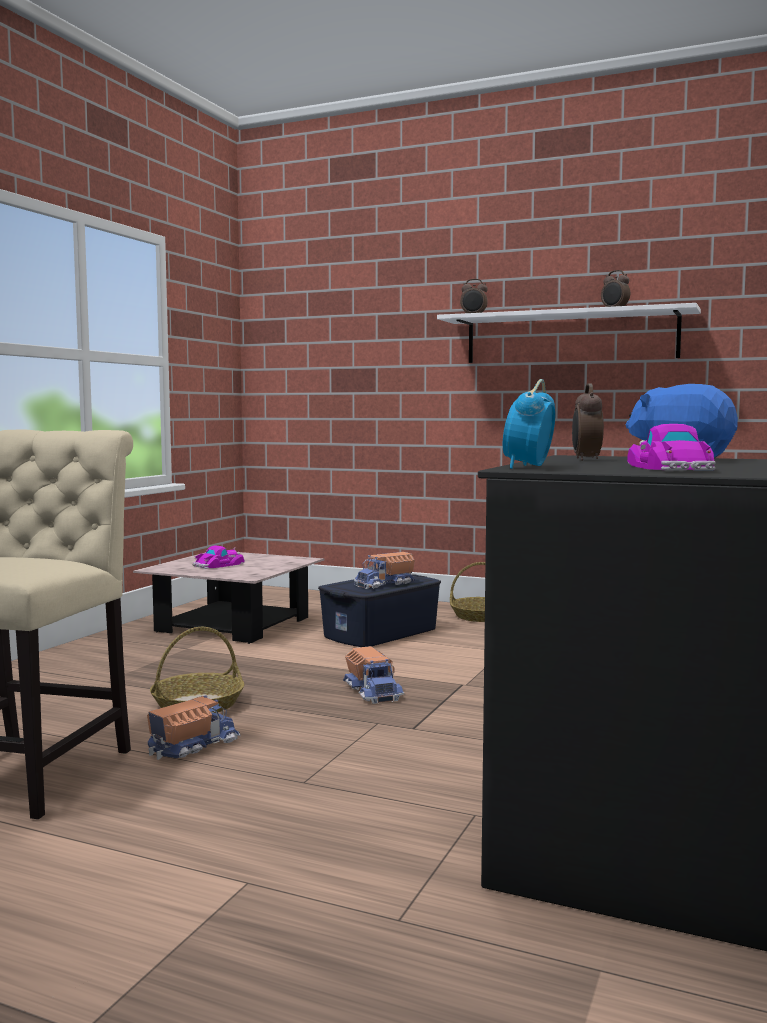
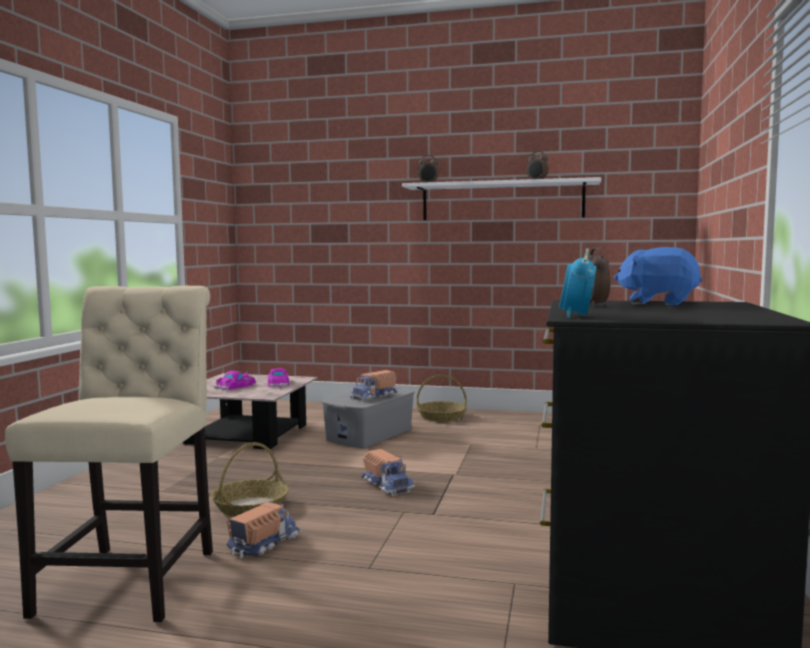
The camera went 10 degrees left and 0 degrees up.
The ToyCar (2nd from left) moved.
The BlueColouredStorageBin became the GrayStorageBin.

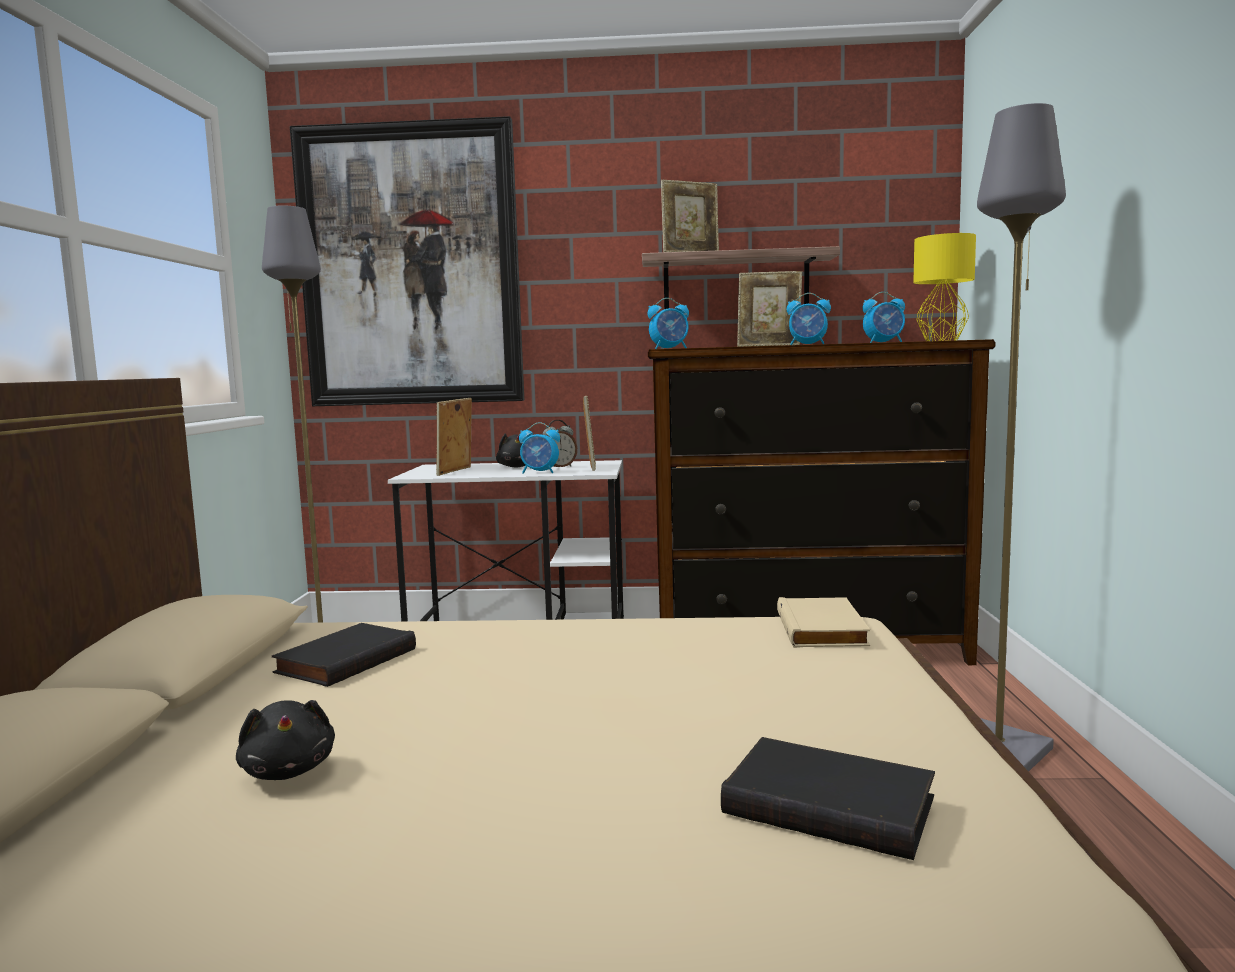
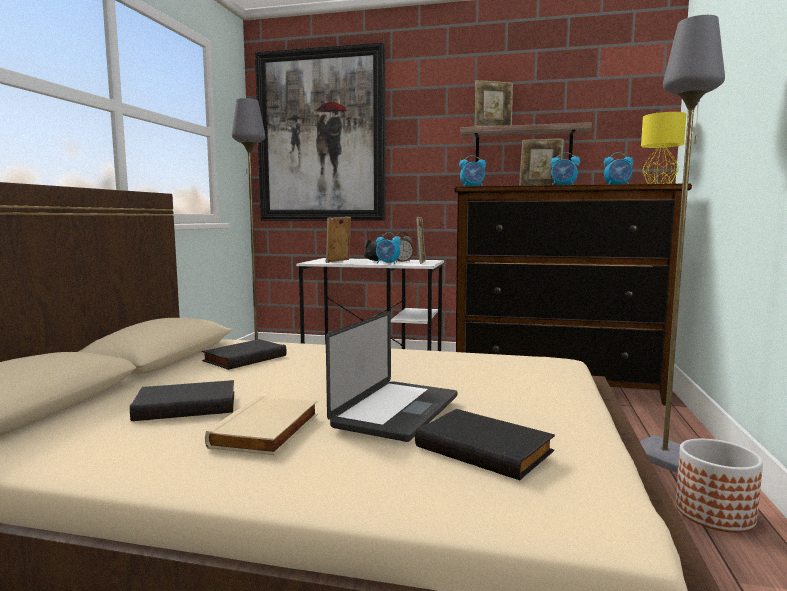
The camera went 10 degrees right and 0 degrees up.
The BlackishPlushToy (1st from left) was replaced by the BlackishBoundBook (1st from left).
The BeigeColouredBoundBook moved.
The Laptop appeared.
The Planter appeared.

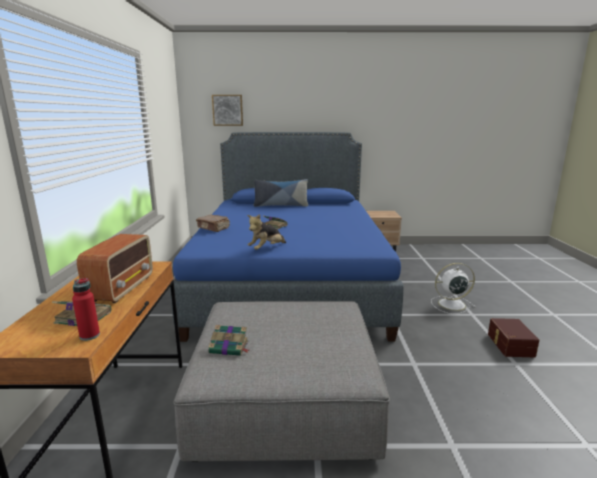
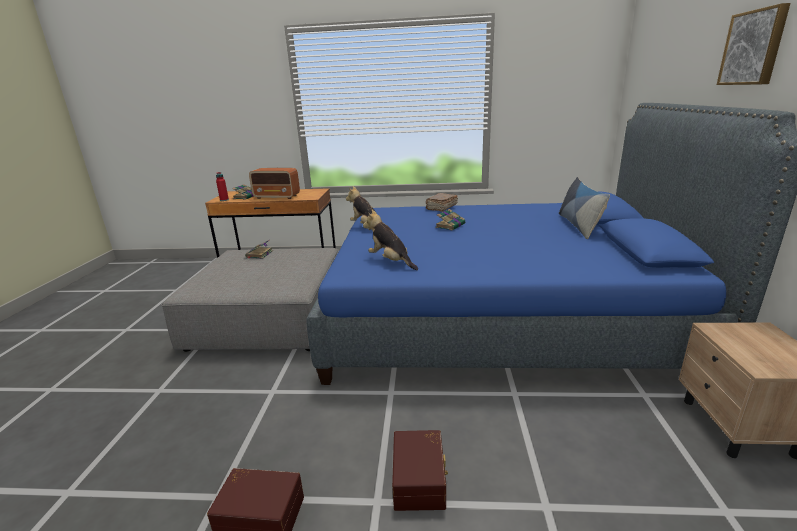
The camera went 95 degrees right and 5 degrees up.
The PlushToy (2nd from left) appeared.
The WhiteFan was replaced by the BrownishStorageBin (2nd from left).
The WallArt moved.

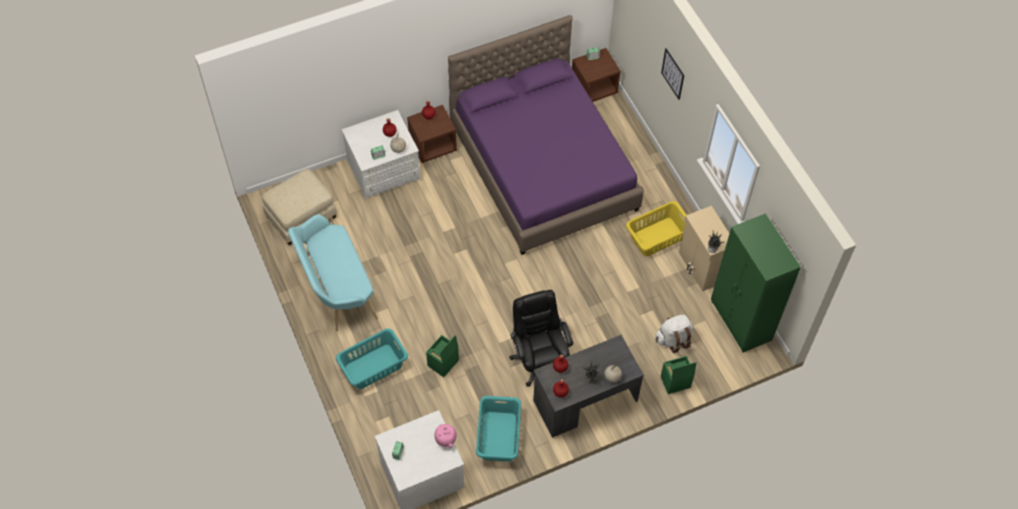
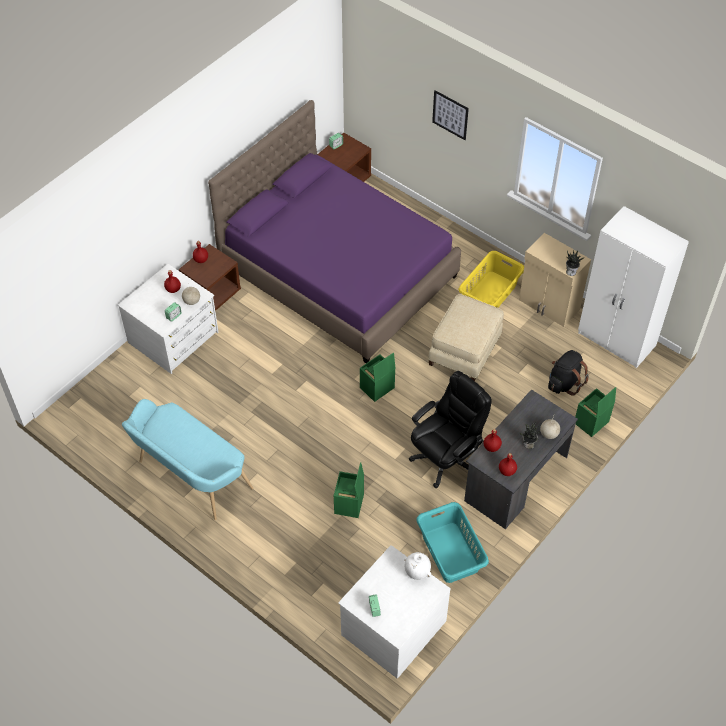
The camera went 25 degrees left and 5 degrees down.
The GreenColouredStorageBin (2nd from left) appeared.
The PinkishFlowerVase became the WhiteFlowerVase.
The BlackishDeskChair turned 90 degrees clockwise.
The BeigeColouredFootrest moved.
The WhiteRucksack became the BlackishRucksack.
The GreenColouredWardrobe became the WhiteWardrobe.
The TurquoiseColouredLaundryBasket (1st from left) disappeared.

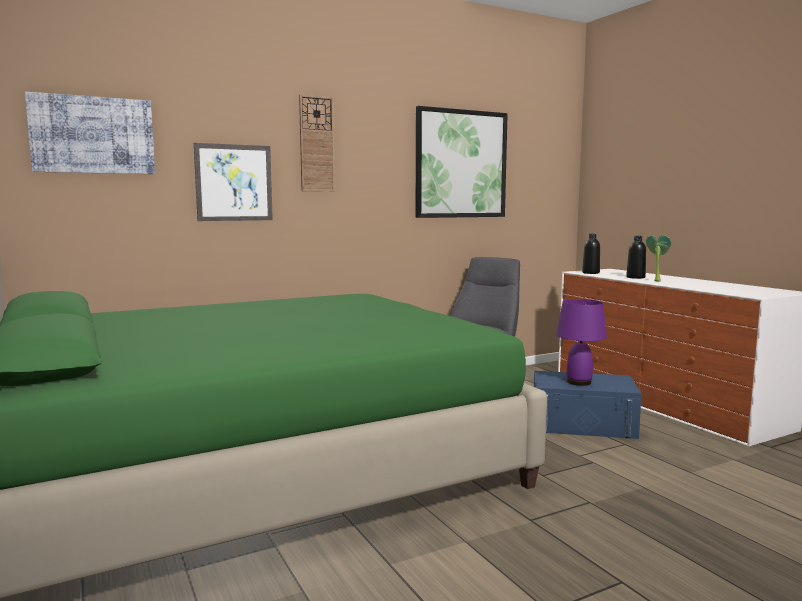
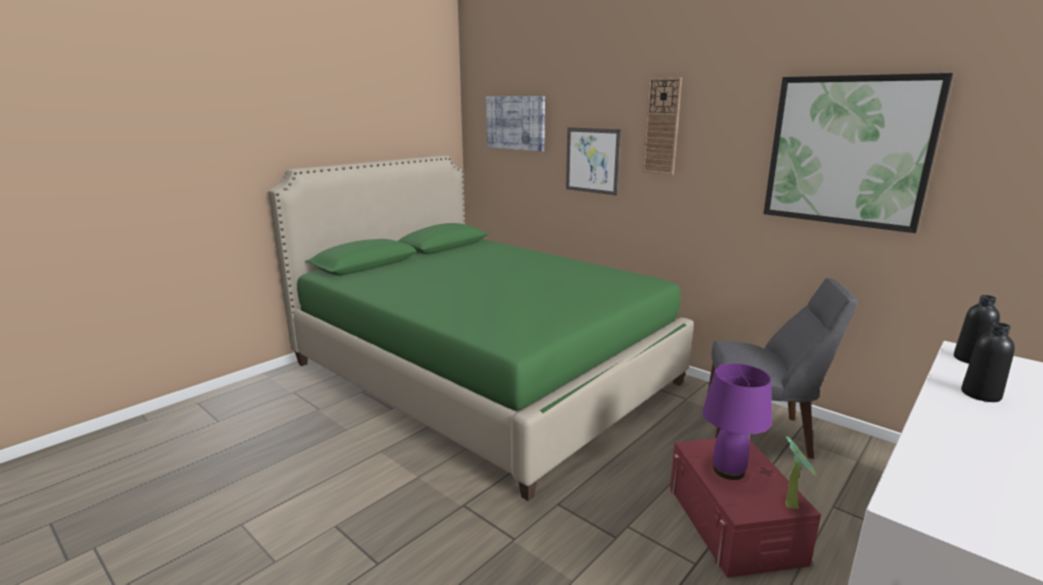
The camera went 70 degrees right and 10 degrees up.
The BlueColouredStorageBin became the RedStorageBin.
The PottedPlant moved.

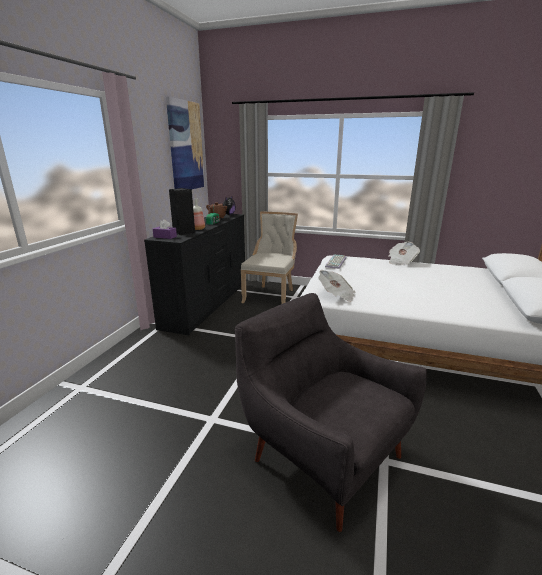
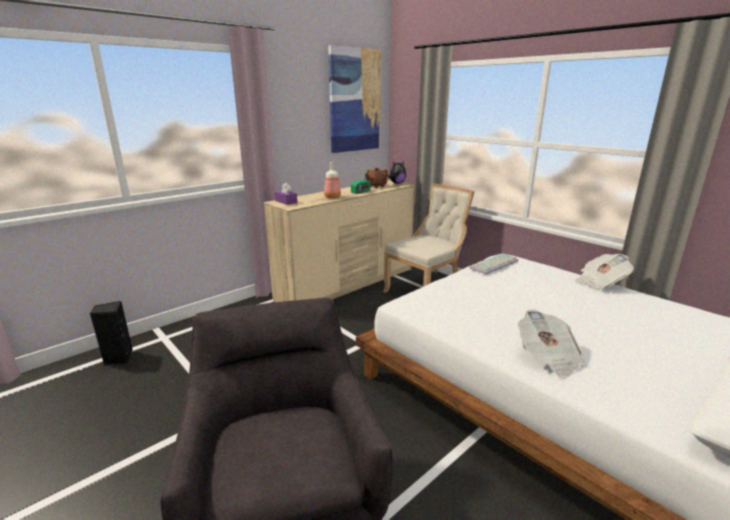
The camera went 30 degrees right and 0 degrees up.
The BlackishLoudspeaker moved.
The BlackishDrawerChest became the BeigeColouredDrawerChest.
The Newspaper (1st from left) moved.

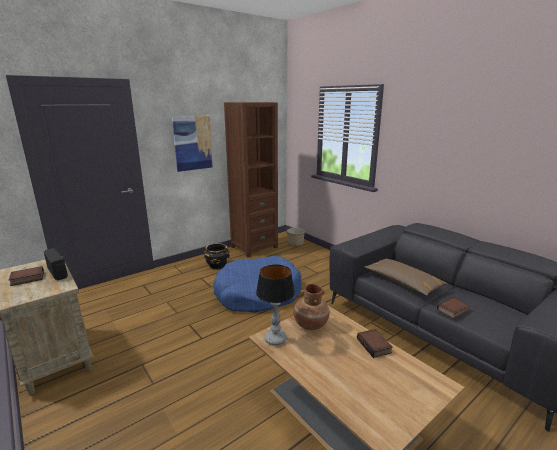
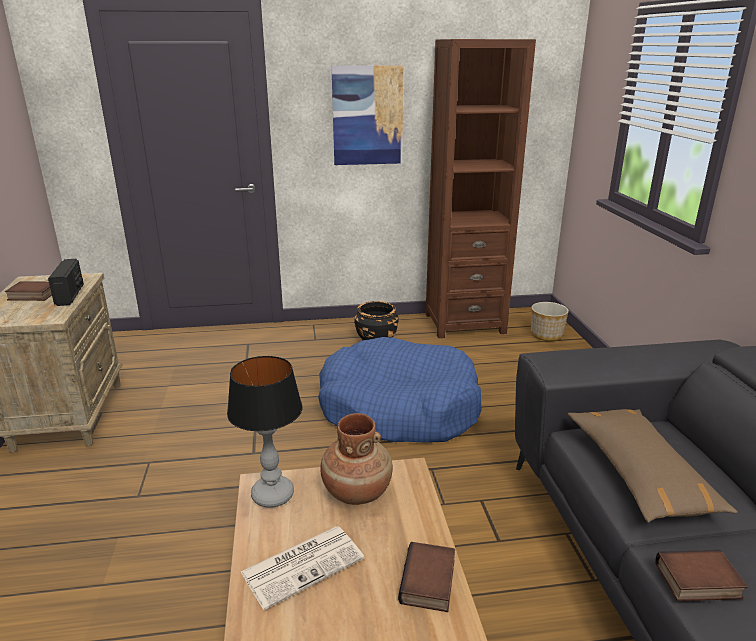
The camera went 30 degrees right and 5 degrees up.
The Newspaper appeared.

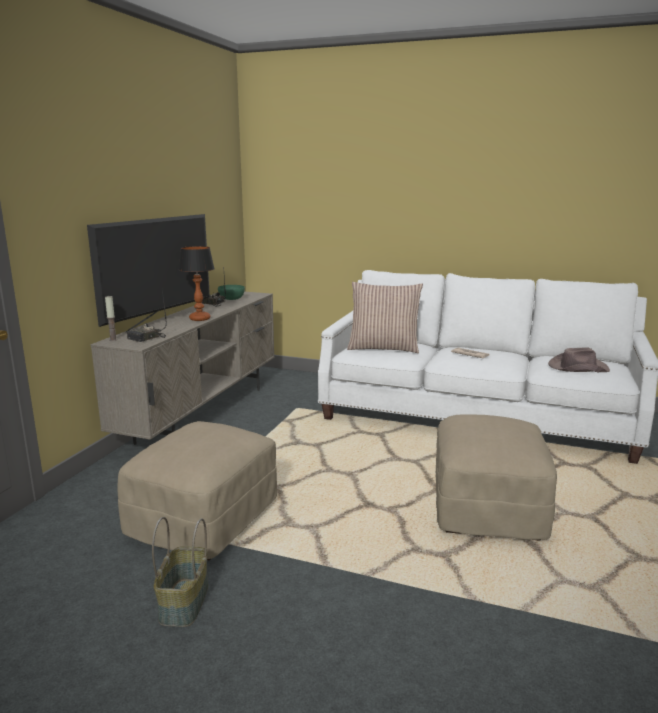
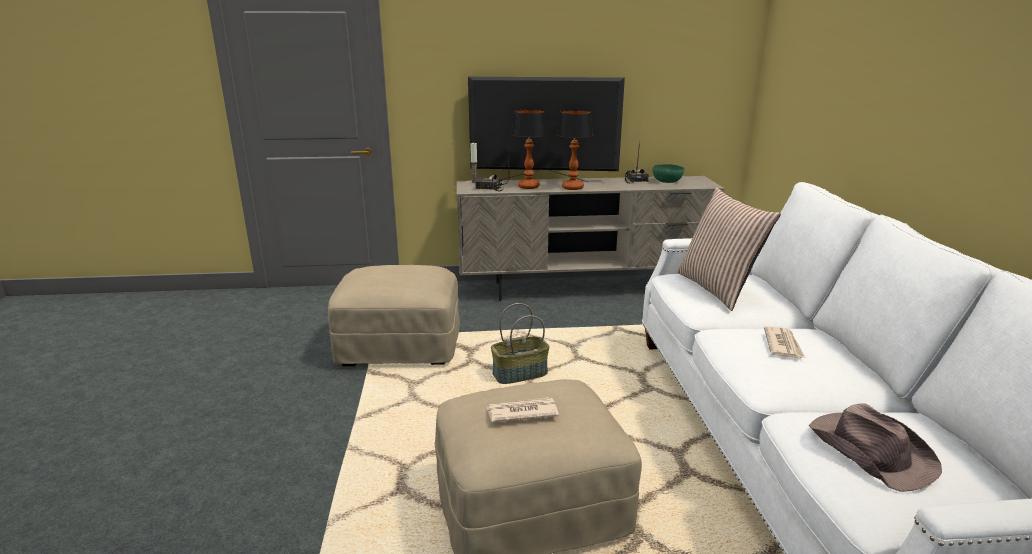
The camera went 65 degrees right and 5 degrees up.
The Newspaper (1st from left) appeared.
The Basket moved.
The TableLamp (1st from left) appeared.

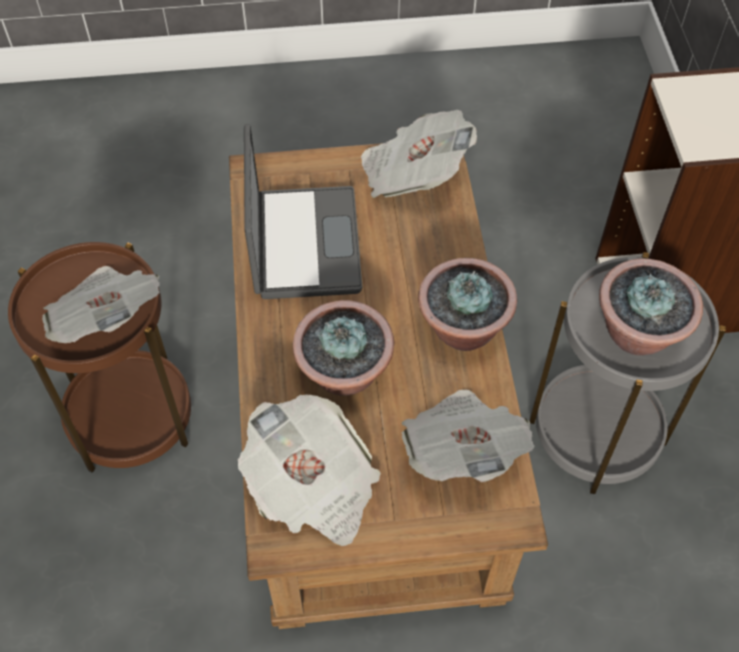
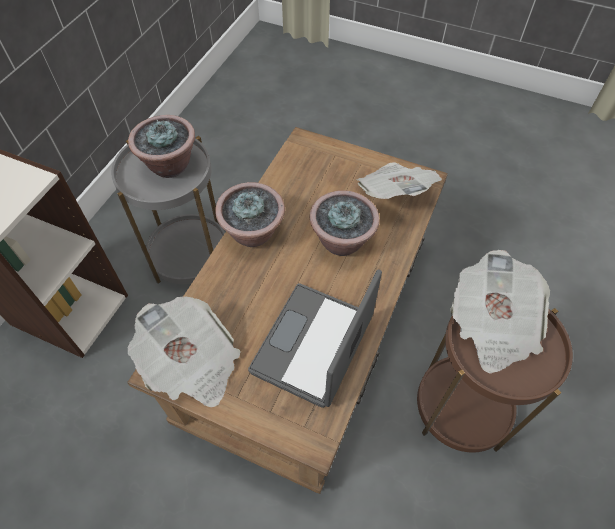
The camera went 150 degrees left and 0 degrees up.
The Newspaper (4th from left) disappeared.

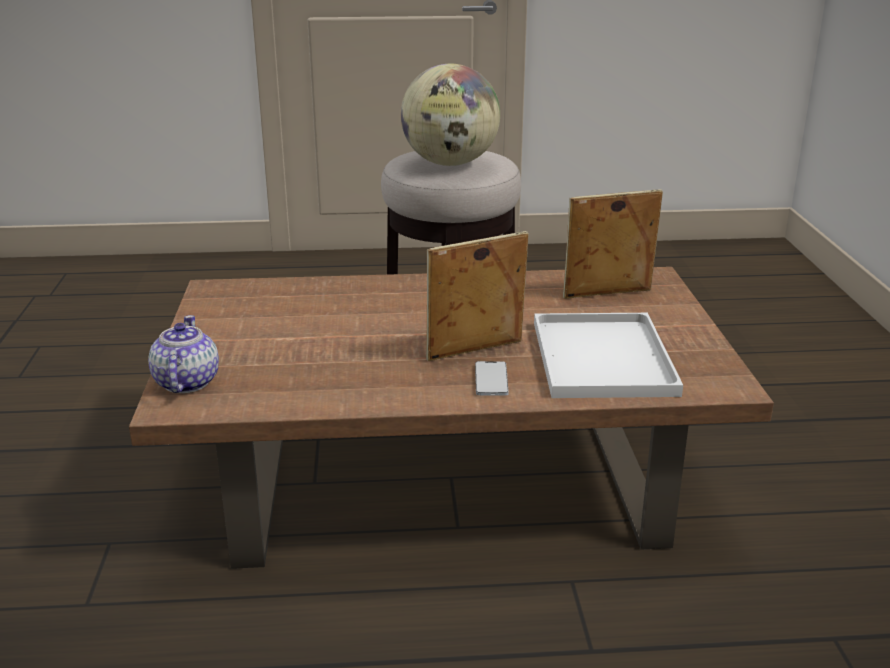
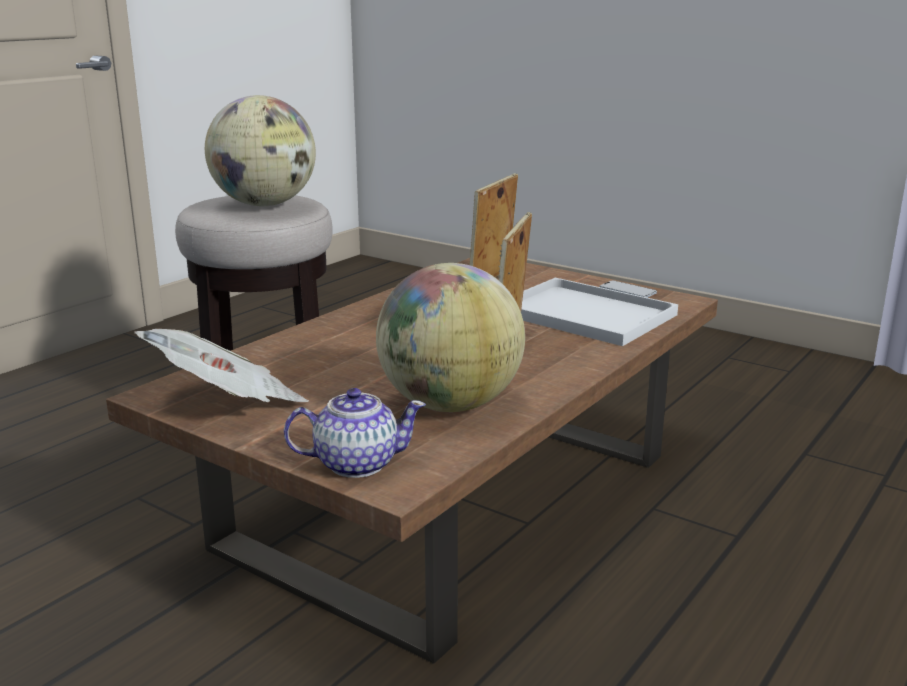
The camera went 50 degrees left and 5 degrees down.
The Newspaper appeared.
The PotForTea turned 135 degrees clockwise.
The Globe (2nd from left) appeared.
The Phone moved.

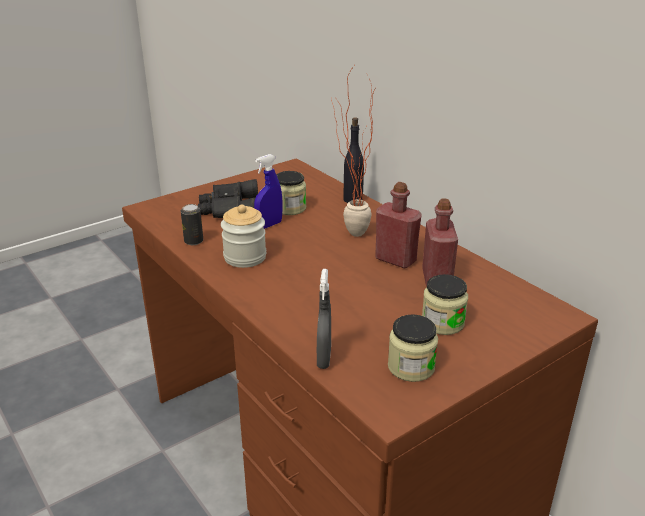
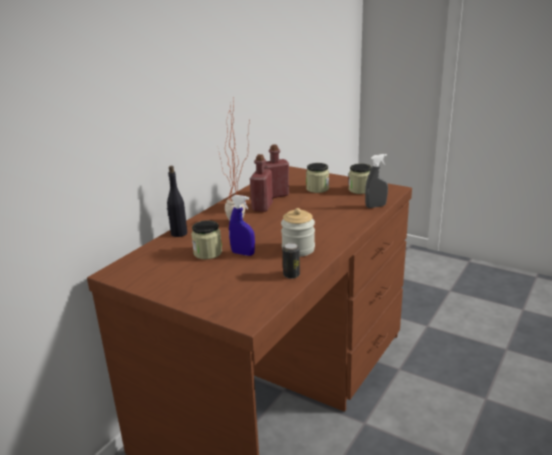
The camera went 110 degrees left and 5 degrees down.
The BlackishPairOfBinoculars disappeared.

